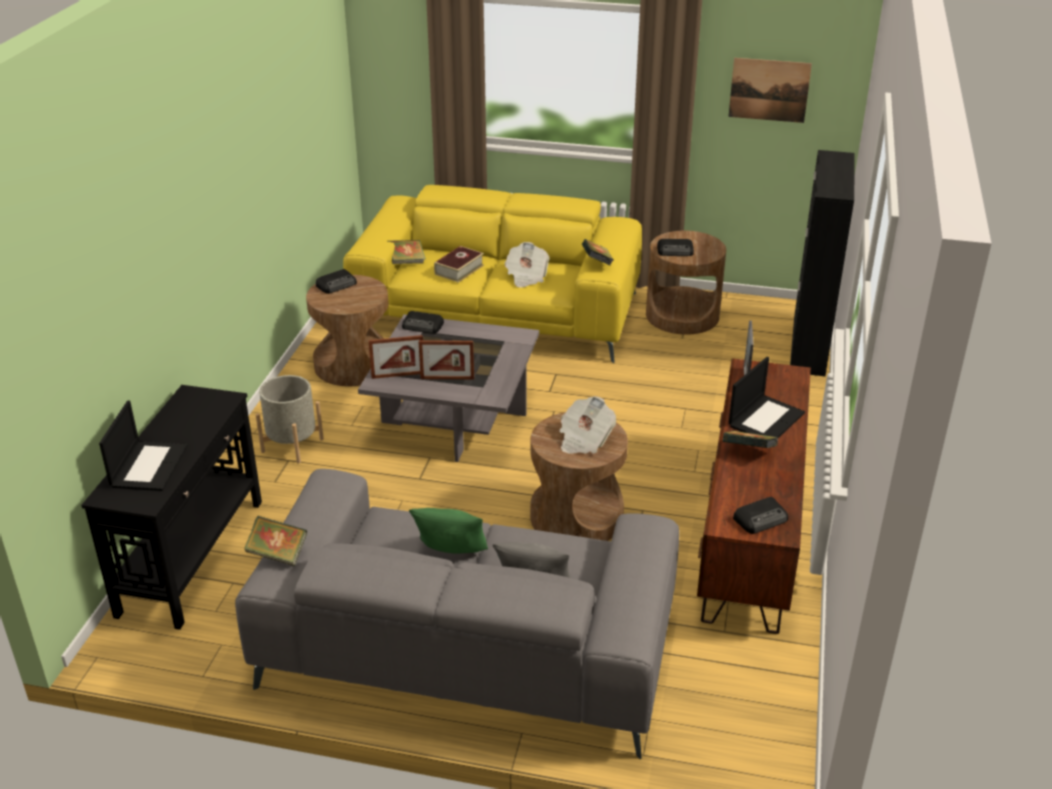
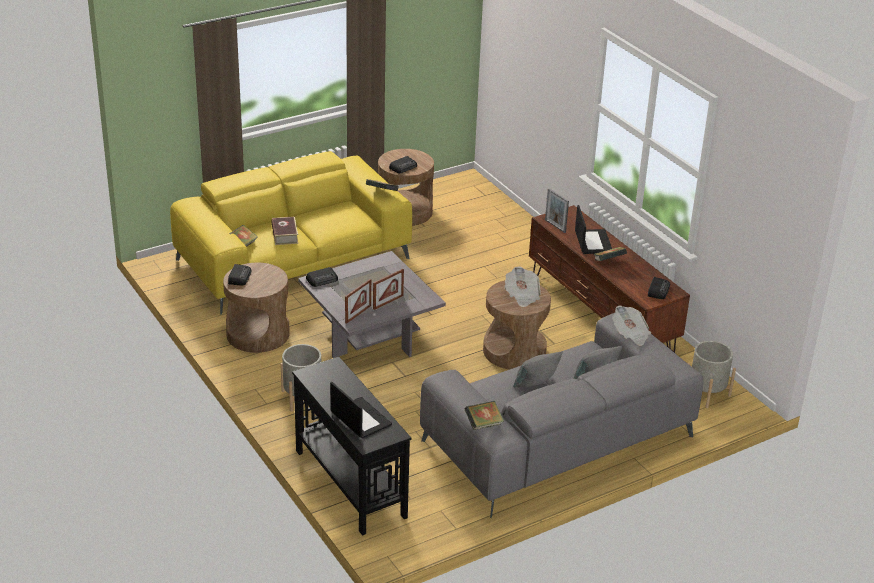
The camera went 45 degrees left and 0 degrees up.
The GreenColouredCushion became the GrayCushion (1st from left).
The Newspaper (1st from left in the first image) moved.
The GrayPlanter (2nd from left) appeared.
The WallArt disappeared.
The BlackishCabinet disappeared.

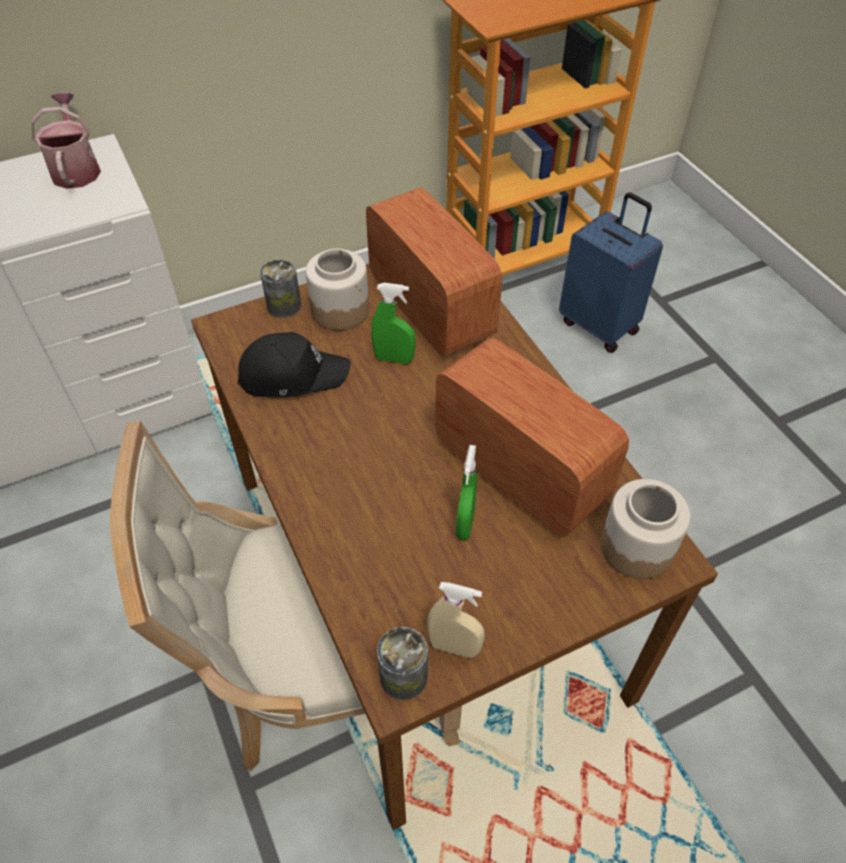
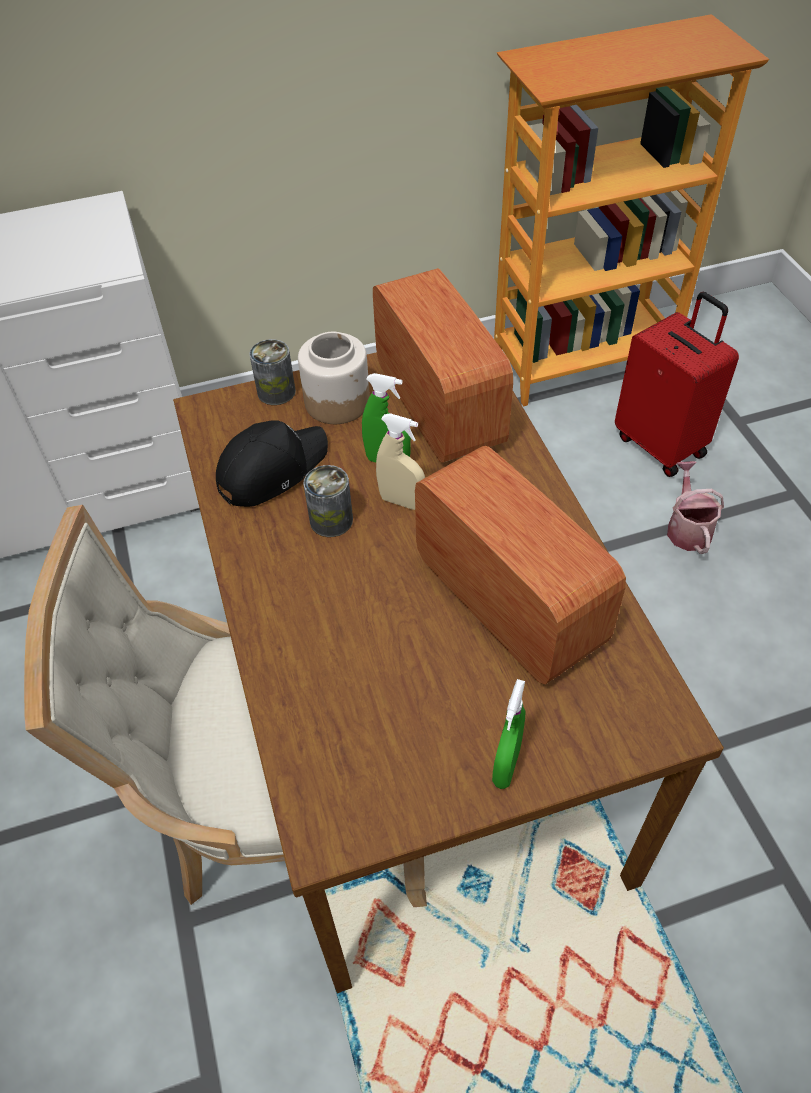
The camera went 10 degrees right and 0 degrees up.
The BlackishPeakedCap turned 45 degrees counterclockwise.
The SealedCan (2nd from left) moved.
The BeigeColouredSprayer moved.
The GreenColouredSprayer (2nd from left) moved.
The BlueColouredTravelCase became the RedTravelCase.
The WateringCan moved.
The StorageJar (2nd from left) disappeared.

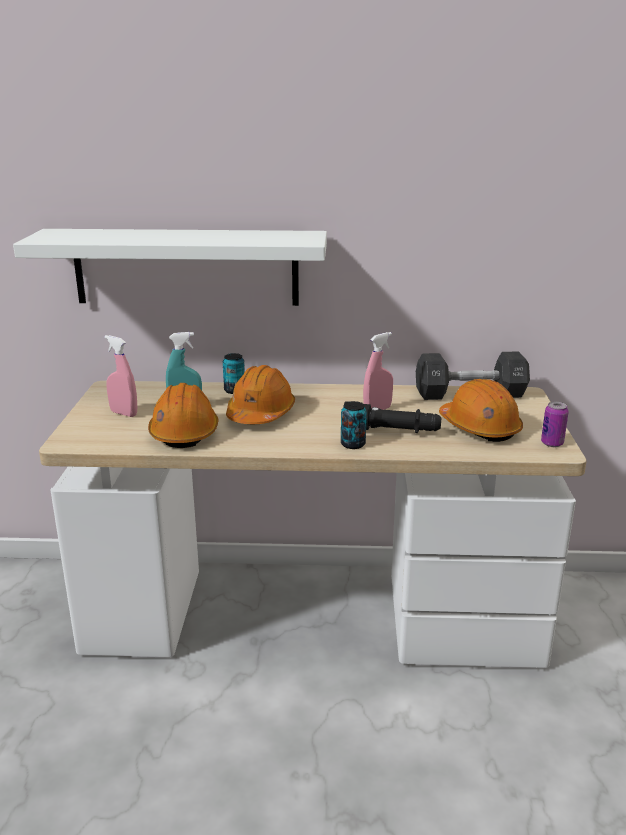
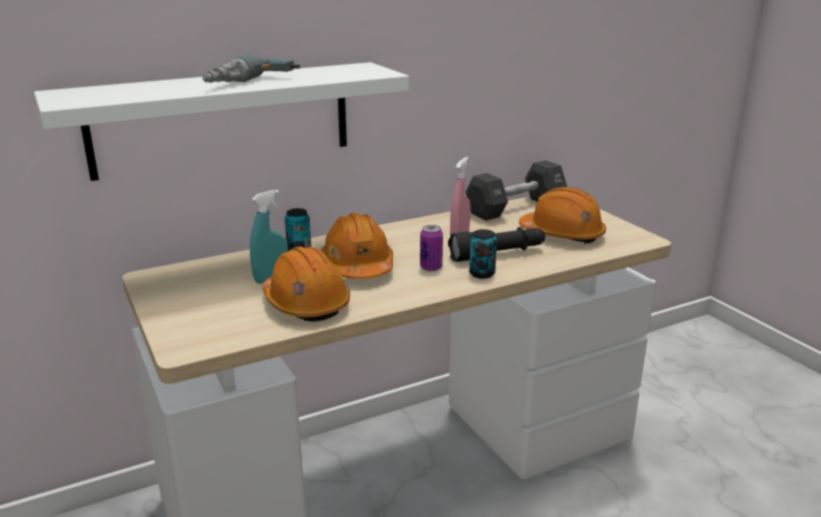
The camera went 30 degrees left and 0 degrees up.
The ElectricDrill appeared.
The SealedCan (3rd from left in the first image) moved.
The PinkishSprayer (1st from left) disappeared.

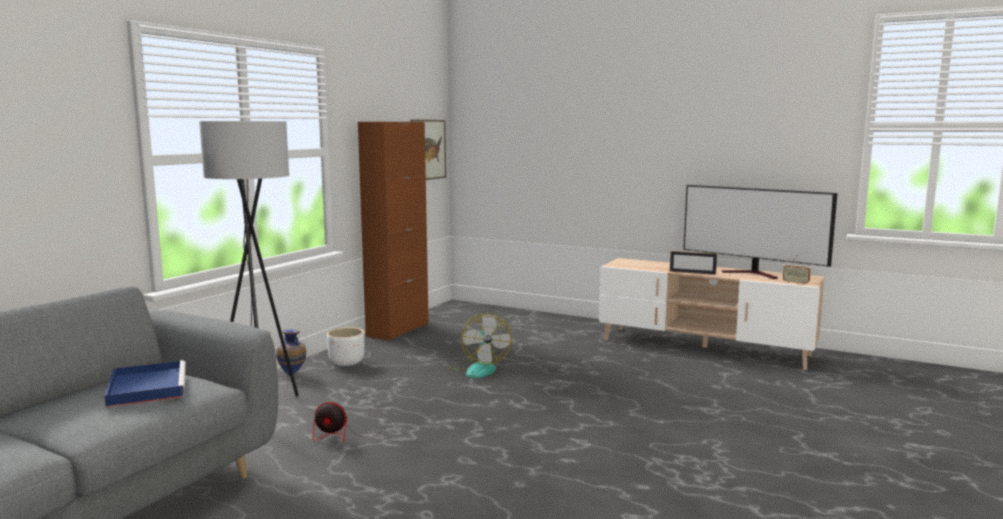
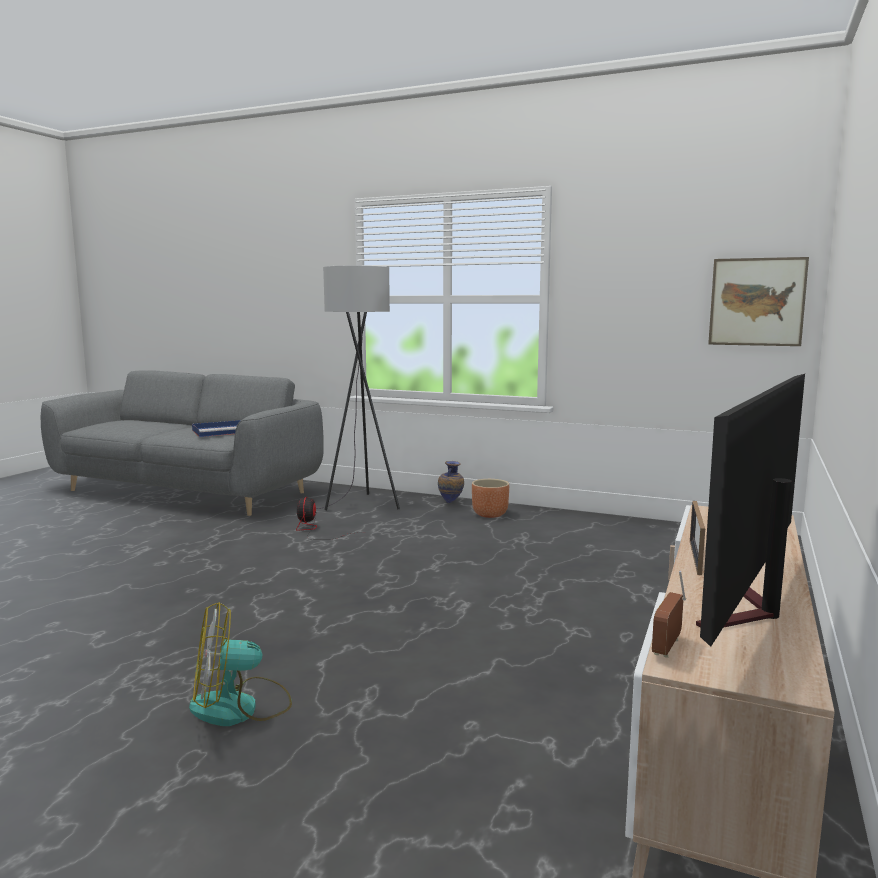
The camera went 85 degrees right and 0 degrees up.
The Fan (2nd from left in the first image) moved.
The WhitePlanter became the BrownishPlanter.
The BrownishCabinet disappeared.

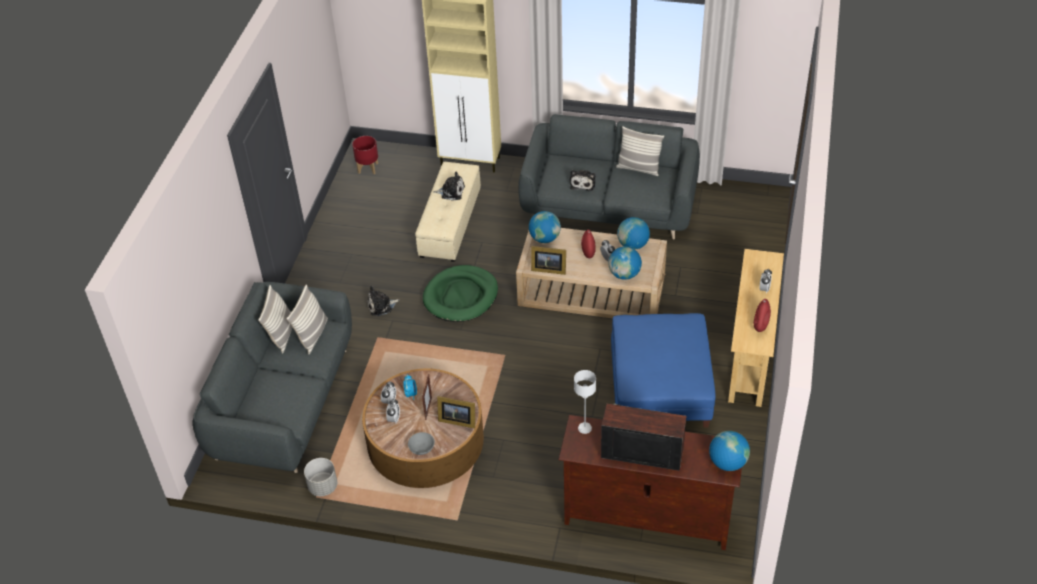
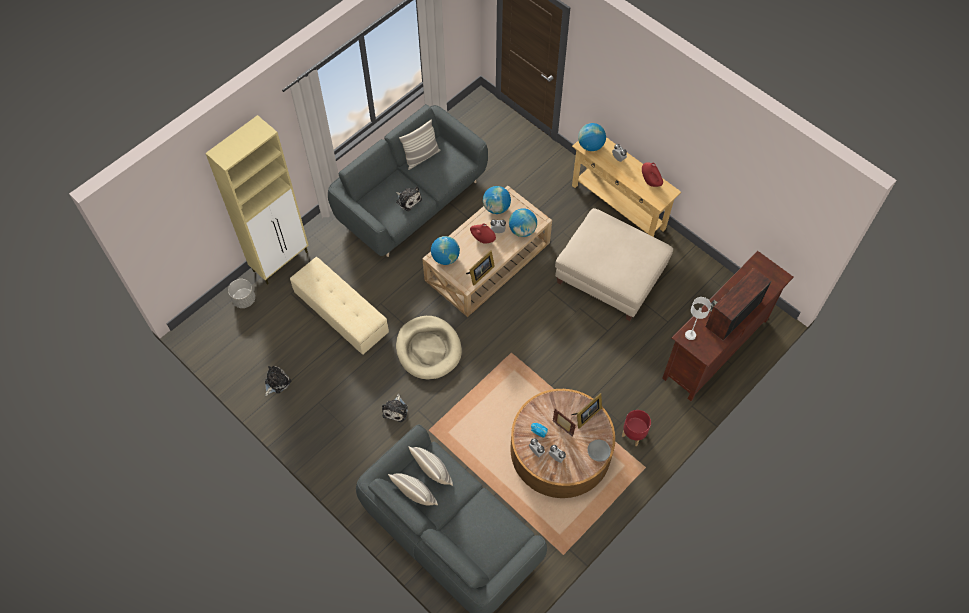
The camera went 60 degrees left and 15 degrees up.
The GrayPlanter moved.
The PlushToy (2nd from left in the first image) moved.
The GreenColouredDogBed became the BeigeColouredDogBed.
The BlueColouredFootrest became the BeigeColouredFootrest (2nd from left).
The Globe (4th from left) moved.
The RedPlanter moved.

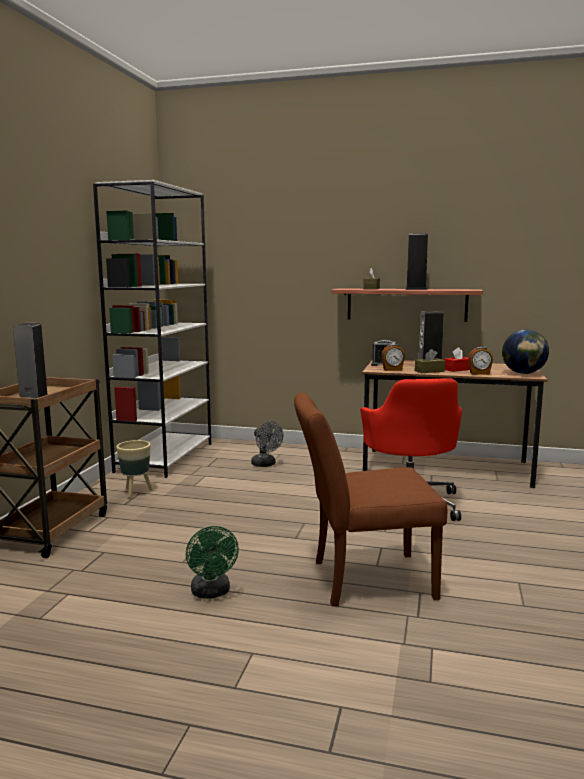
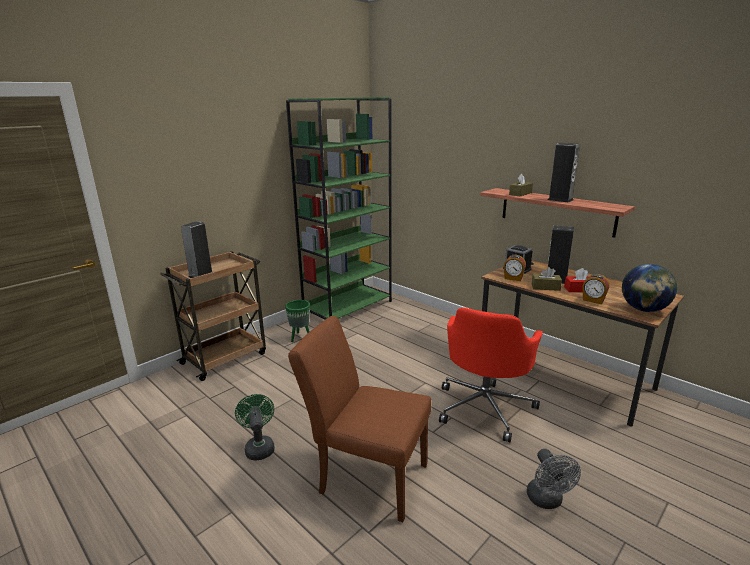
The camera went 30 degrees right and 10 degrees up.
The GreenColouredFan turned 150 degrees clockwise.
The BeigeColouredPlanter became the GreenColouredPlanter.
The WhiteBookcase became the GreenColouredBookcase.
The GrayFan moved.

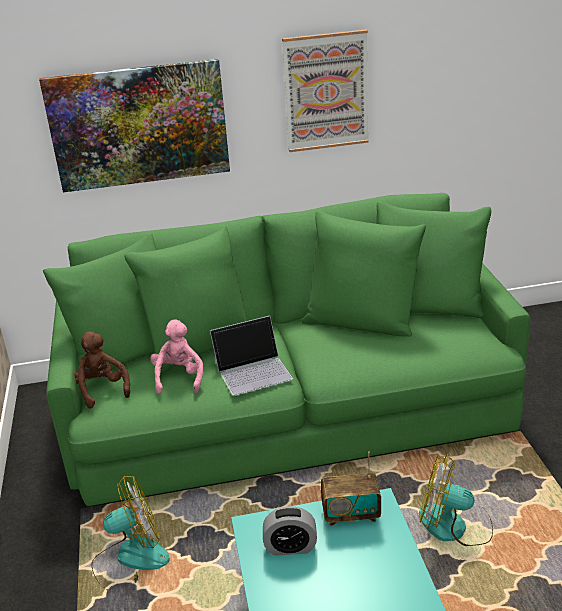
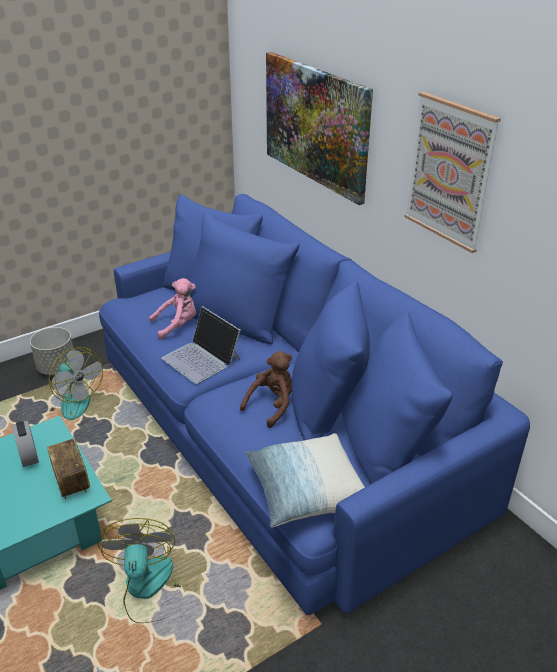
The camera went 65 degrees right and 5 degrees up.
The GrayPlanter appeared.
The GreenColouredSofa became the BlueColouredSofa.
The BrownishPlushToy moved.
The Cushion appeared.

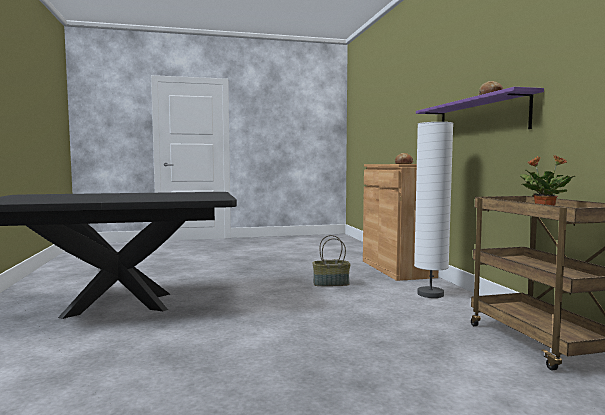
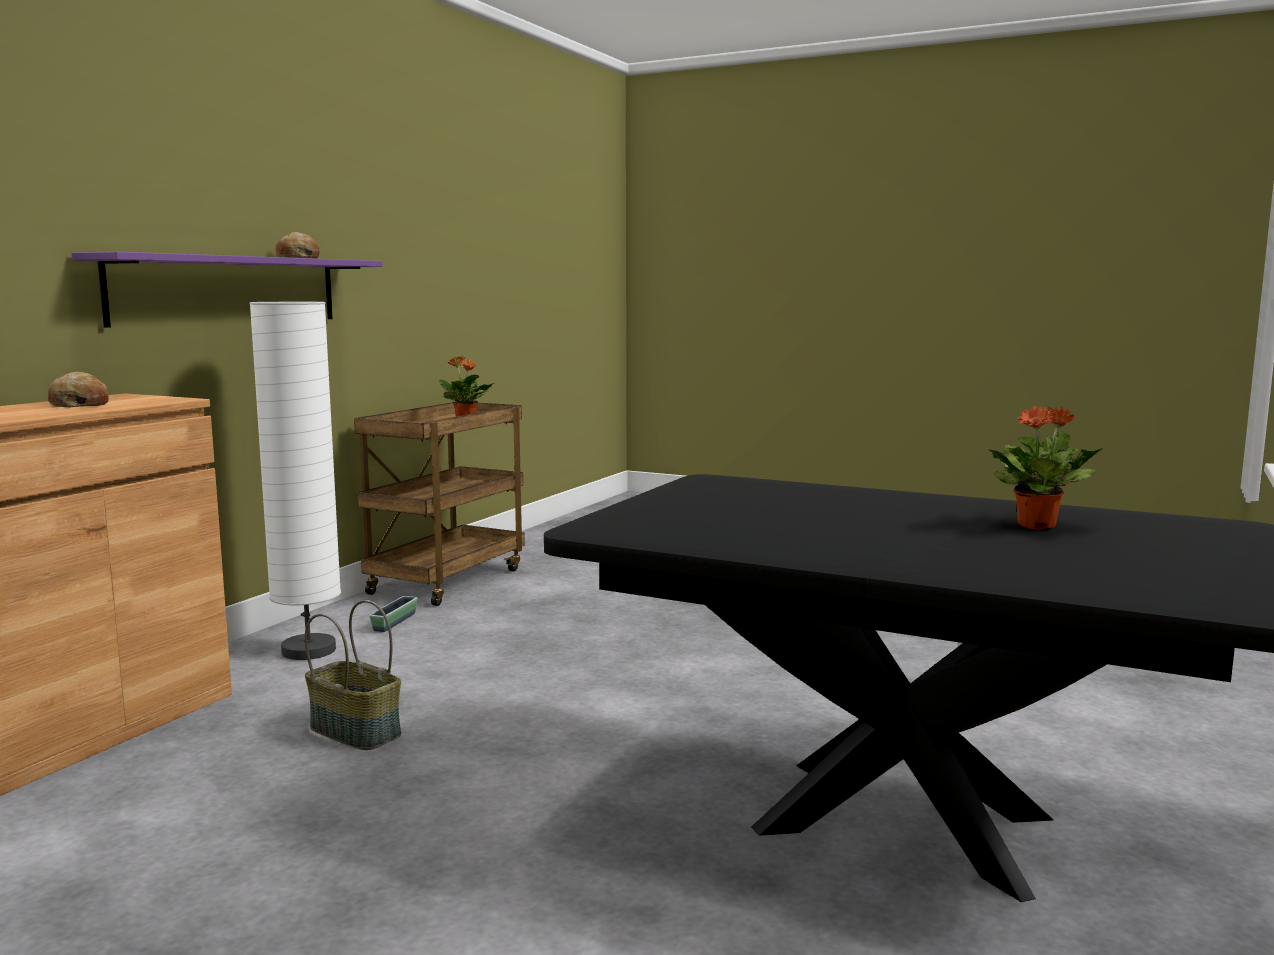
The camera went 140 degrees left and 5 degrees up.
The Planter appeared.
The PottedPlant (2nd from left) appeared.

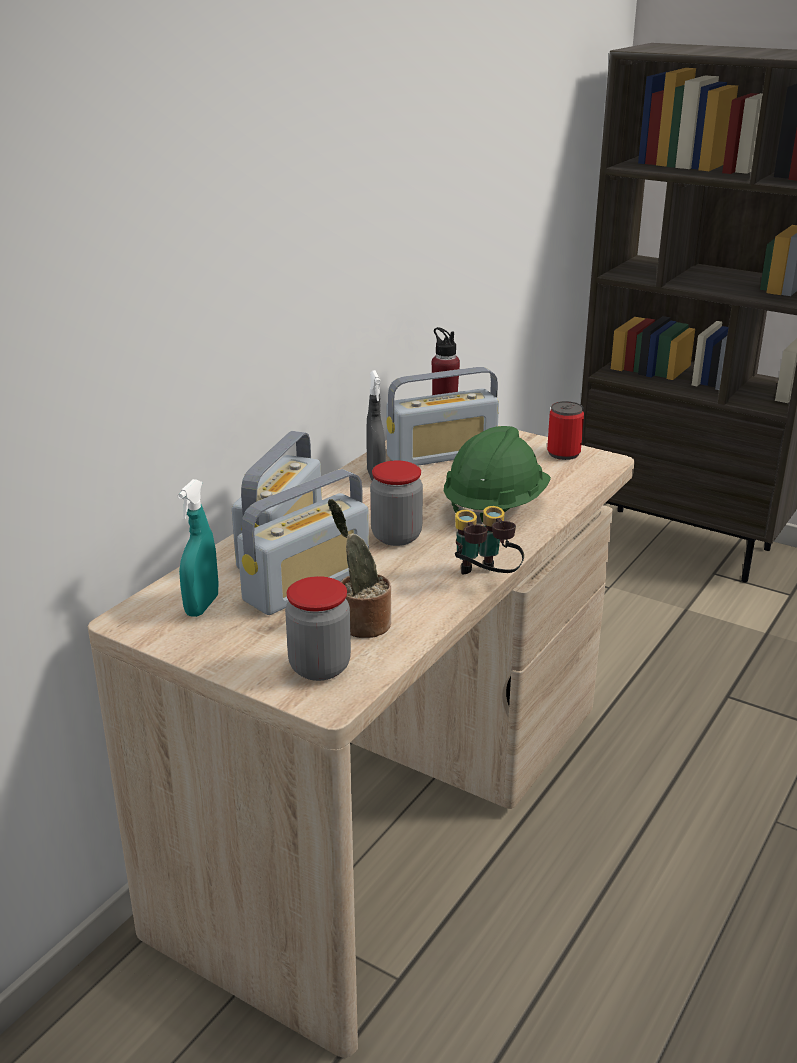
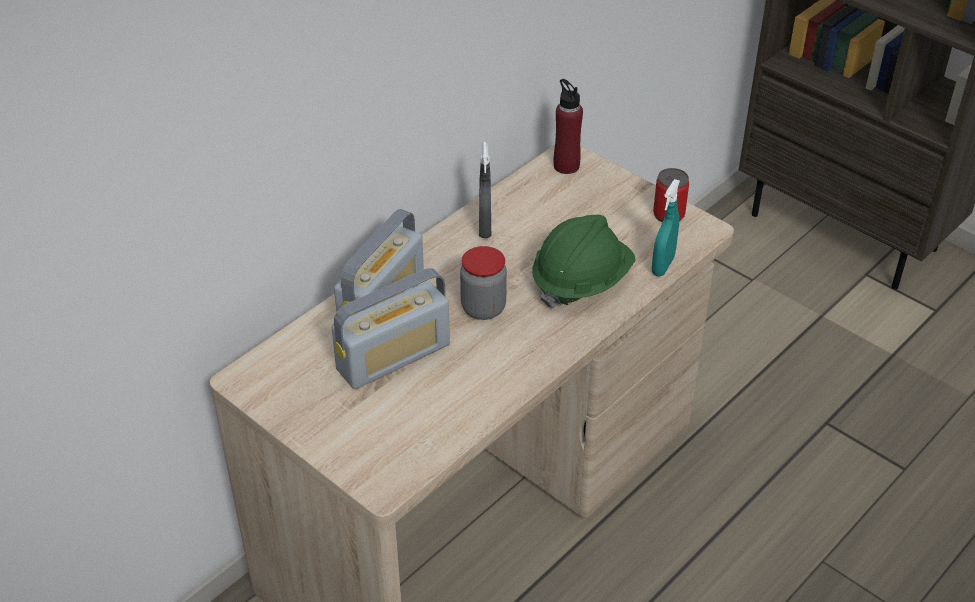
The camera went 10 degrees right and 15 degrees up.
The TurquoiseColouredSprayer moved.
The StorageJar (1st from left) disappeared.
The PottedPlant disappeared.
The Radio (3rd from left) disappeared.
The PairOfBinoculars disappeared.

